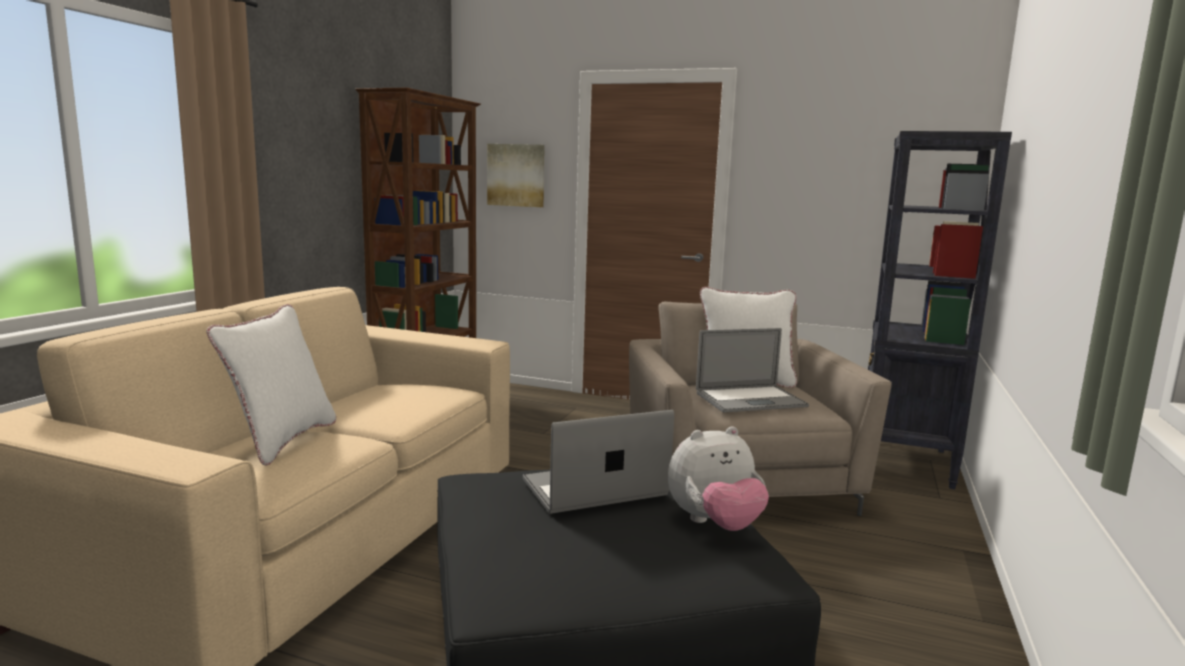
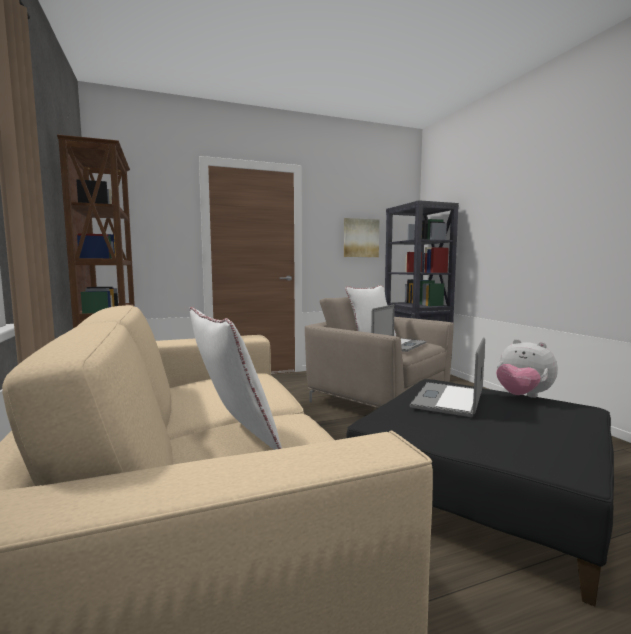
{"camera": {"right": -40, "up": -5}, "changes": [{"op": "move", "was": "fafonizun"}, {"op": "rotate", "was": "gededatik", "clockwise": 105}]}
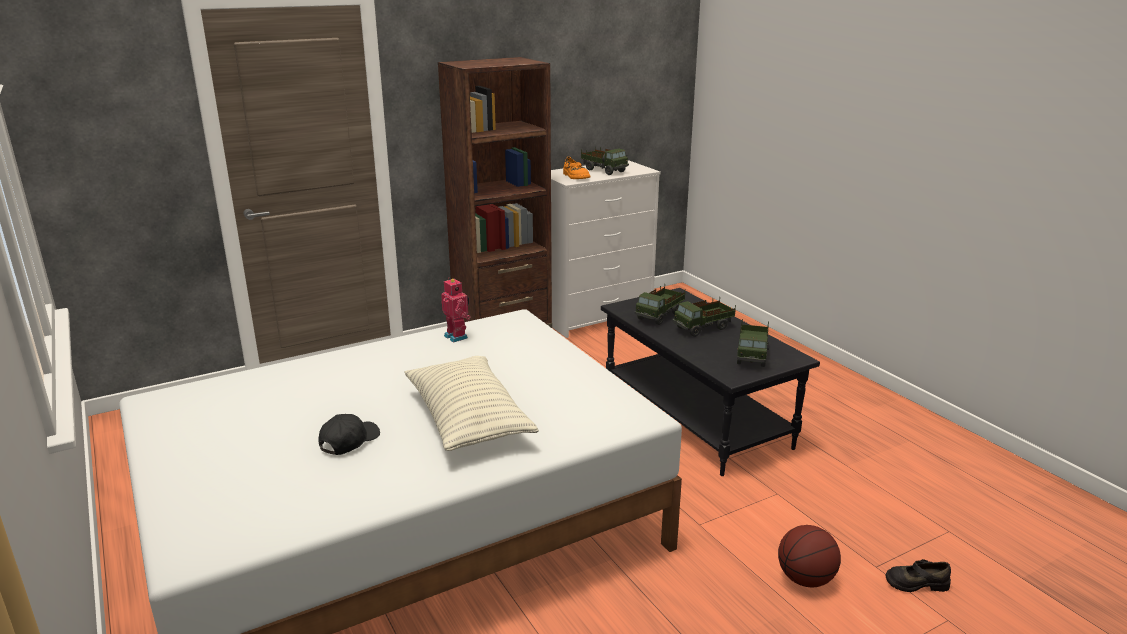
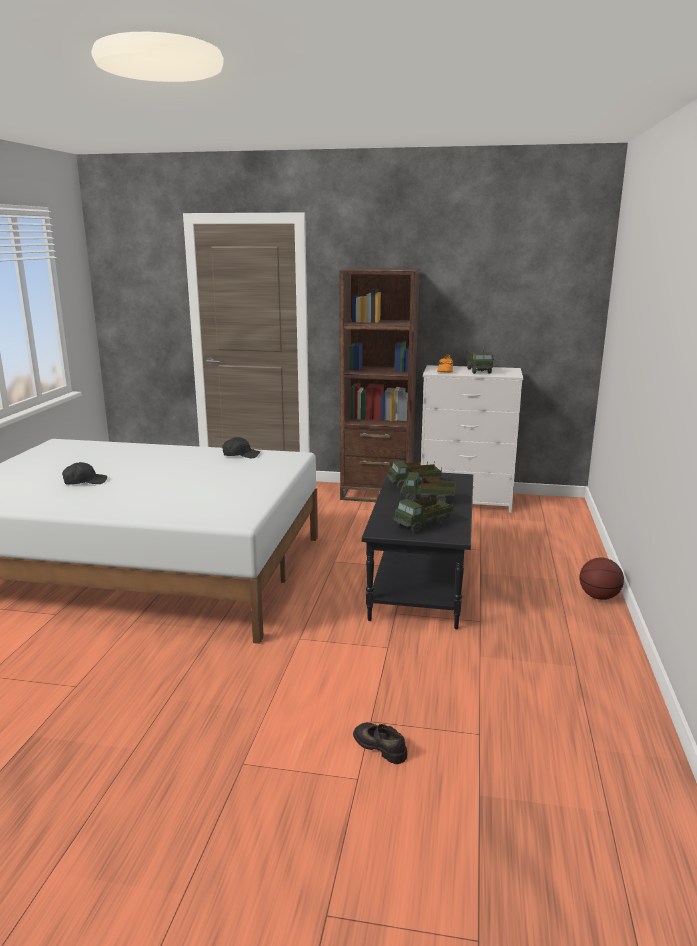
{"camera": {"right": 40, "up": -5}, "changes": [{"op": "delete", "was": "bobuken"}, {"op": "move", "was": "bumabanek"}, {"op": "replace", "was": "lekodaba", "now": "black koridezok (2nd from left)"}]}
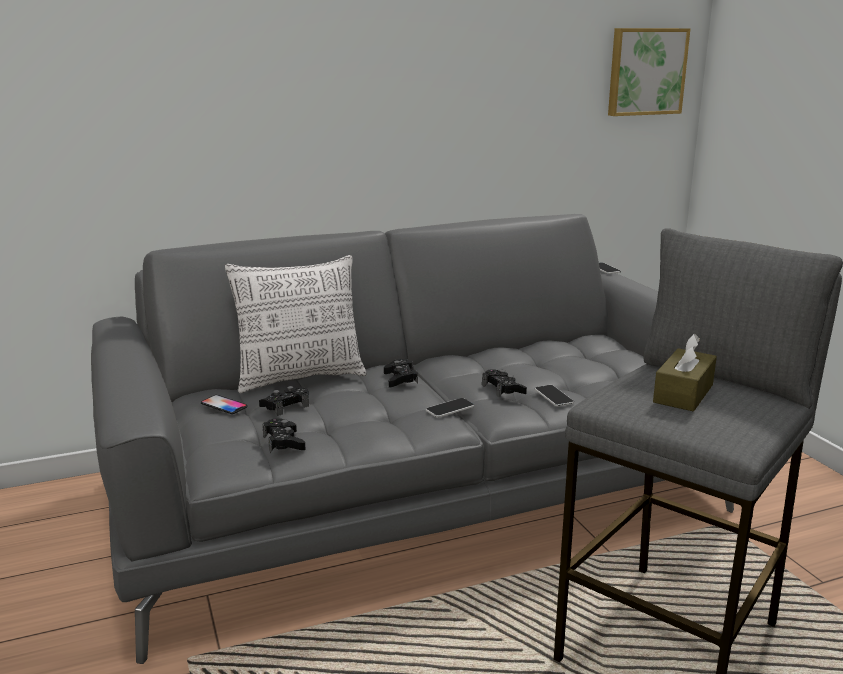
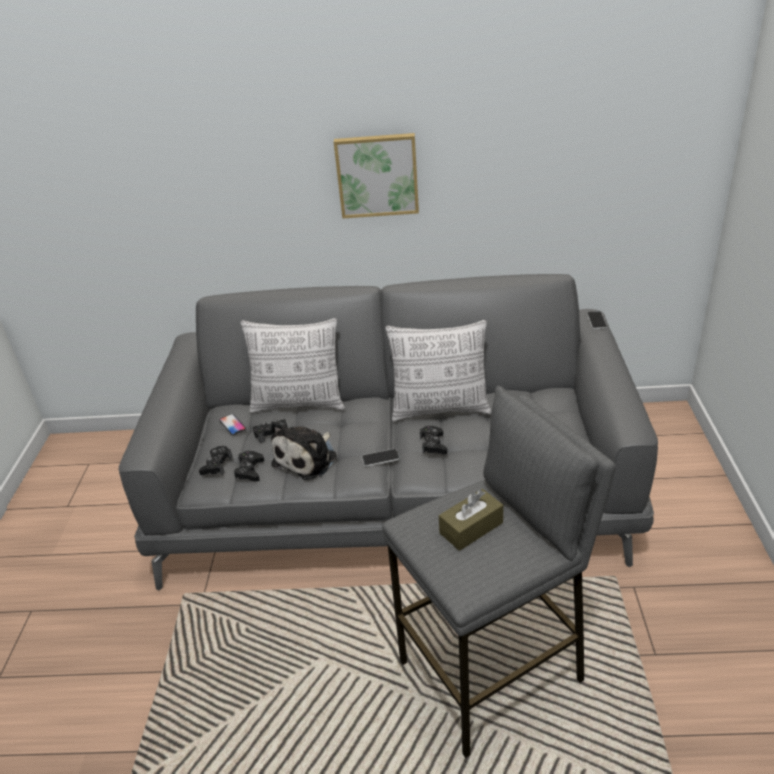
{"camera": {"right": 25, "up": 15}, "changes": [{"op": "delete", "was": "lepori (3rd from left)"}, {"op": "insert", "now": "gededatik"}, {"op": "insert", "now": "bobuken (2nd from left)"}, {"op": "move", "was": "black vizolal (3rd from left in the first image)", "now": "black vizolal (1st from left)"}, {"op": "move", "was": "fafonizun"}]}
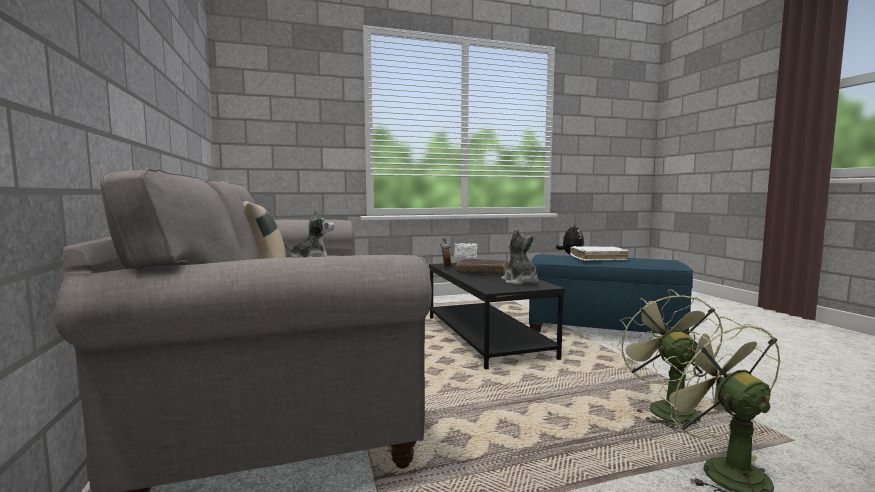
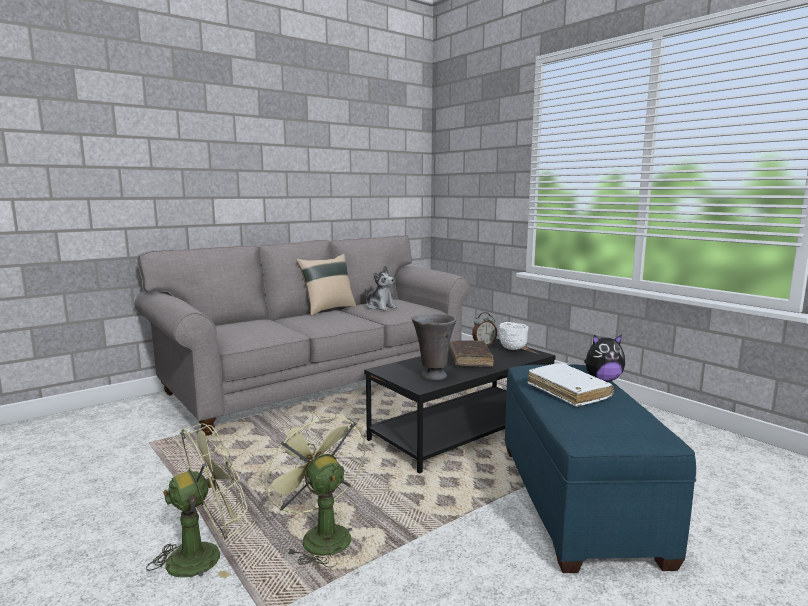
{"camera": {"right": 70, "up": 5}, "changes": [{"op": "replace", "was": "gededatik (2nd from left)", "now": "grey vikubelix"}, {"op": "rotate", "was": "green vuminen (1st from left in the first image)", "clockwise": -105}]}
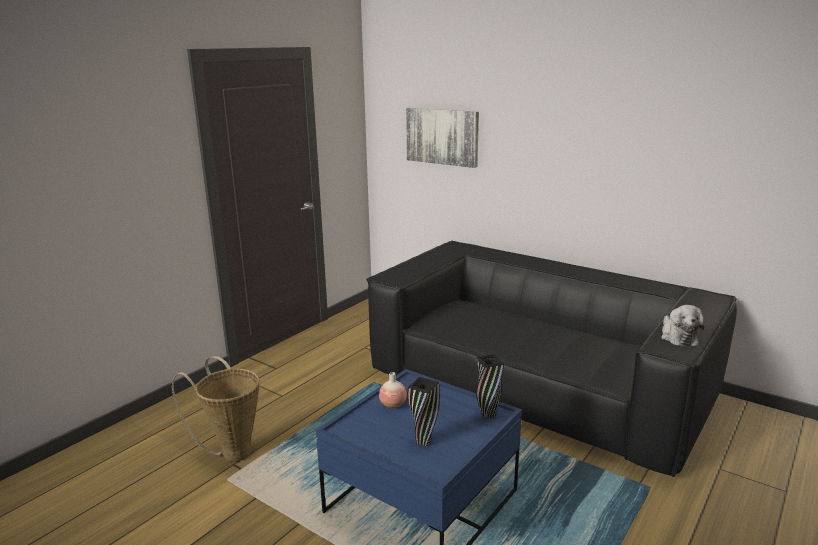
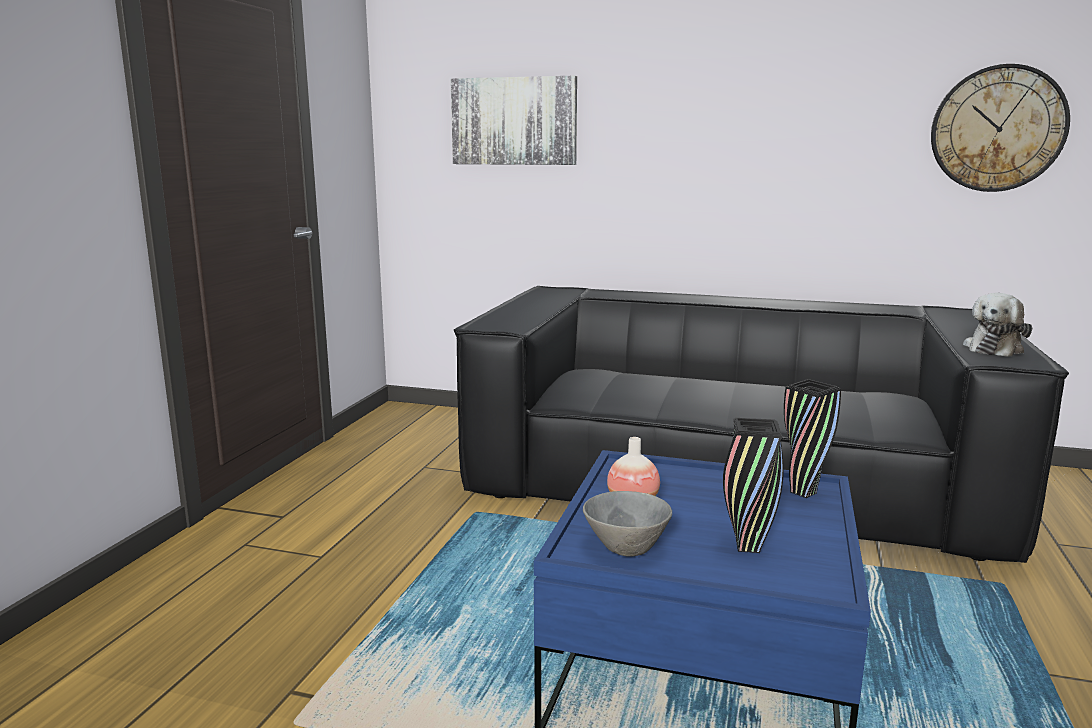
{"camera": {"right": -20, "up": -5}, "changes": [{"op": "delete", "was": "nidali"}, {"op": "insert", "now": "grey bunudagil"}, {"op": "insert", "now": "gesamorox"}, {"op": "rotate", "was": "gededatik", "clockwise": 60}]}
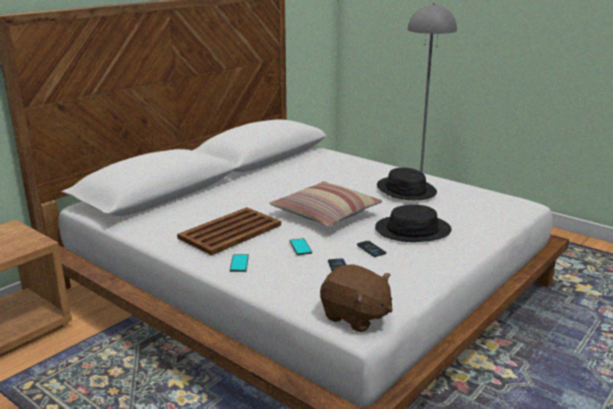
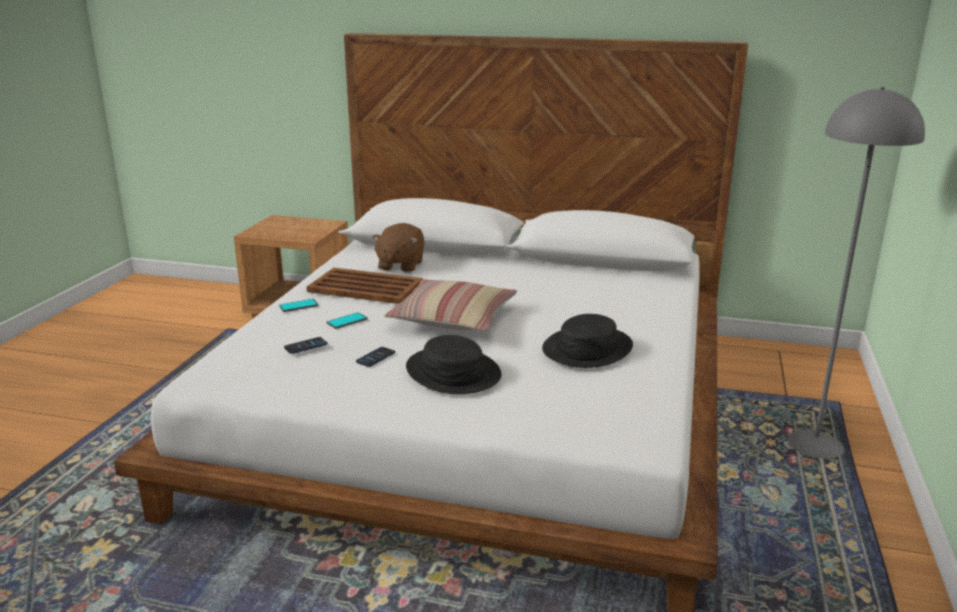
{"camera": {"right": 65, "up": 0}, "changes": [{"op": "move", "was": "brown gededatik"}]}
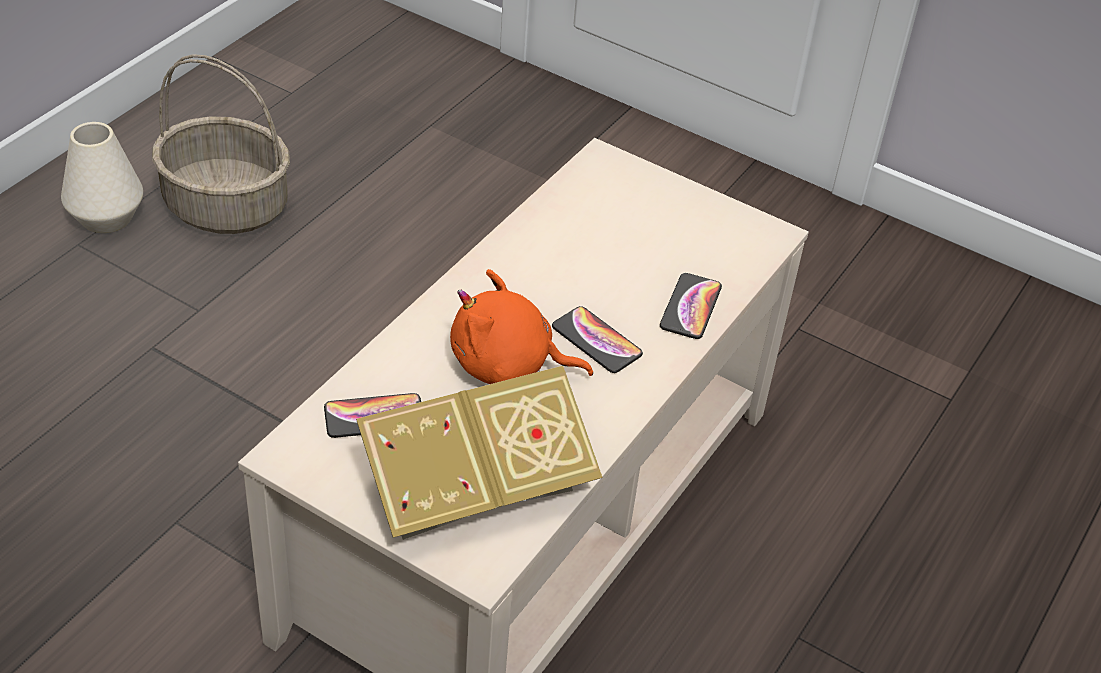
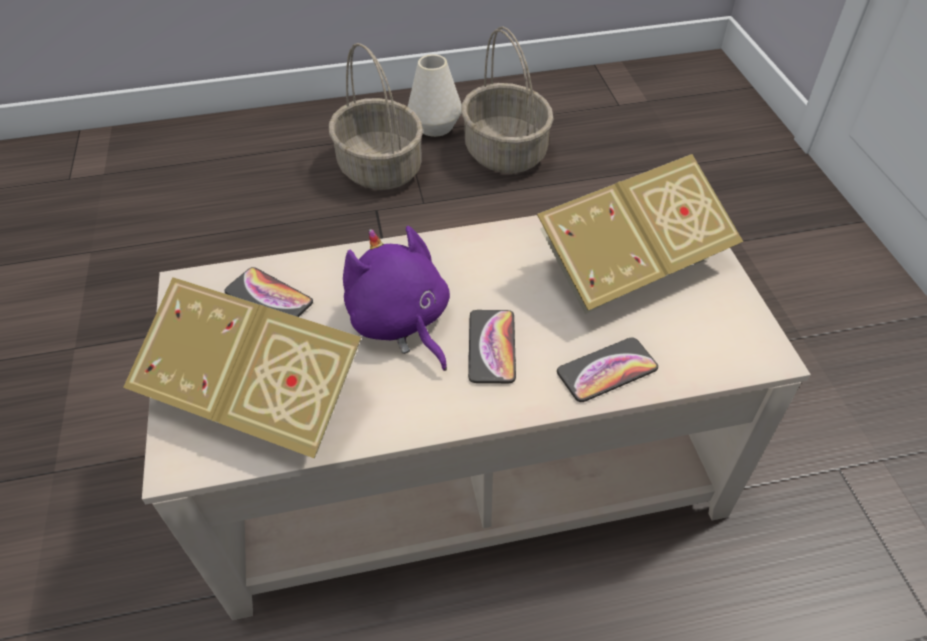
{"camera": {"right": 50, "up": 5}, "changes": [{"op": "insert", "now": "nidali (1st from left)"}, {"op": "insert", "now": "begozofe (2nd from left)"}, {"op": "recolor", "was": "orange gededatik", "now": "purple gededatik"}]}
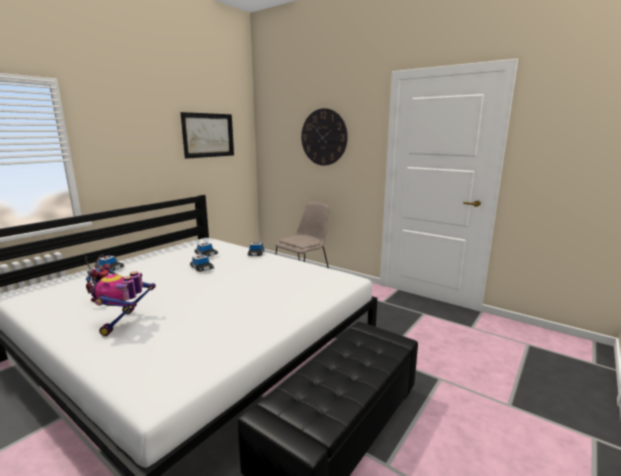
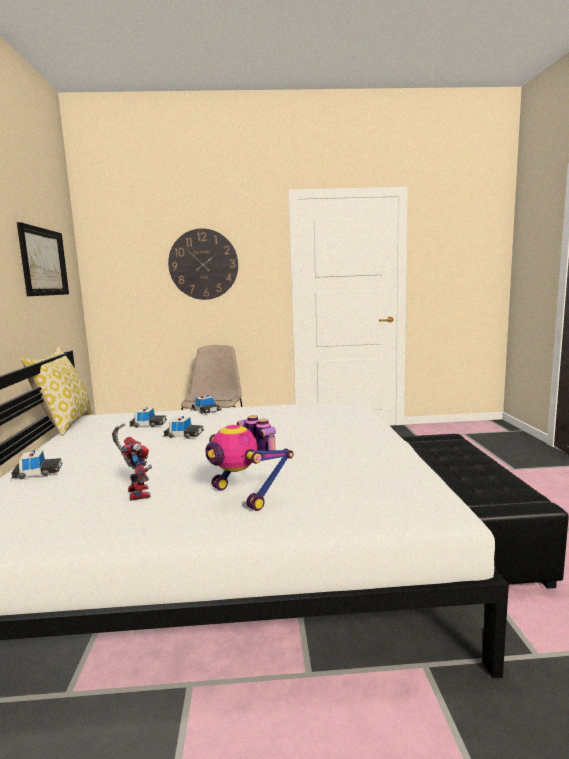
{"camera": {"right": -40, "up": -5}, "changes": [{"op": "insert", "now": "bobuken"}]}
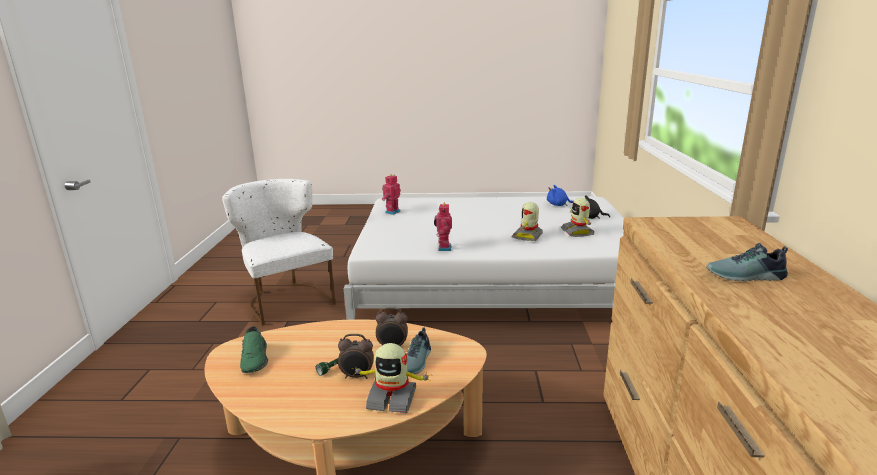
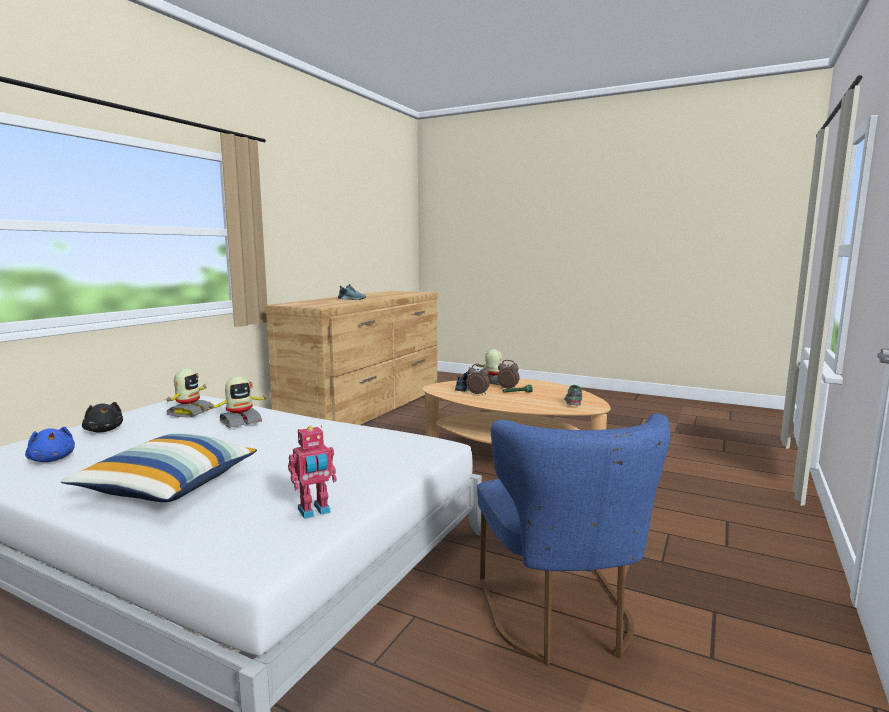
{"camera": {"right": -155, "up": -10}, "changes": [{"op": "delete", "was": "lekodaba (3rd from left)"}, {"op": "insert", "now": "bobuken"}, {"op": "recolor", "was": "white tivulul", "now": "blue tivulul"}]}
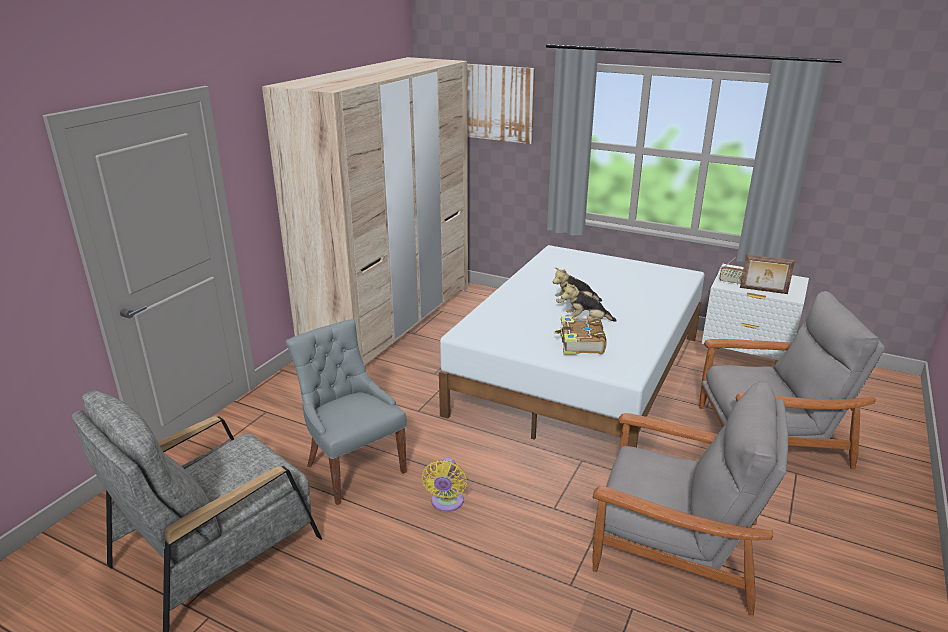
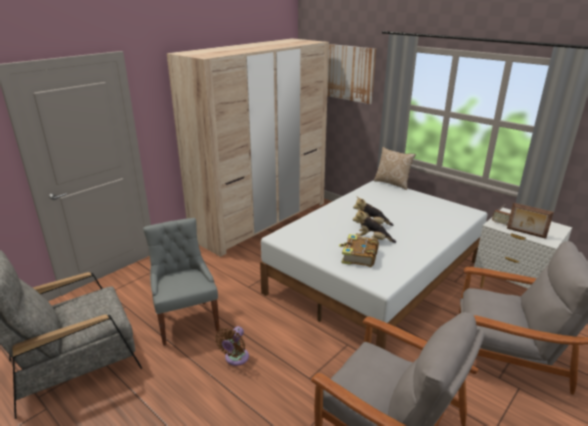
{"camera": {"right": 15, "up": 0}, "changes": [{"op": "insert", "now": "bobuken"}, {"op": "recolor", "was": "yellow vuminen", "now": "brown vuminen"}]}
